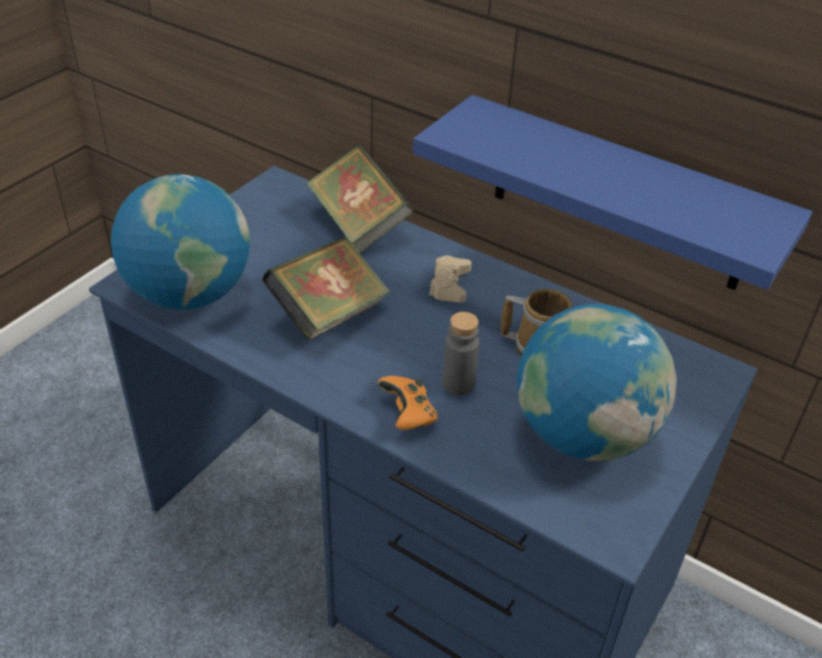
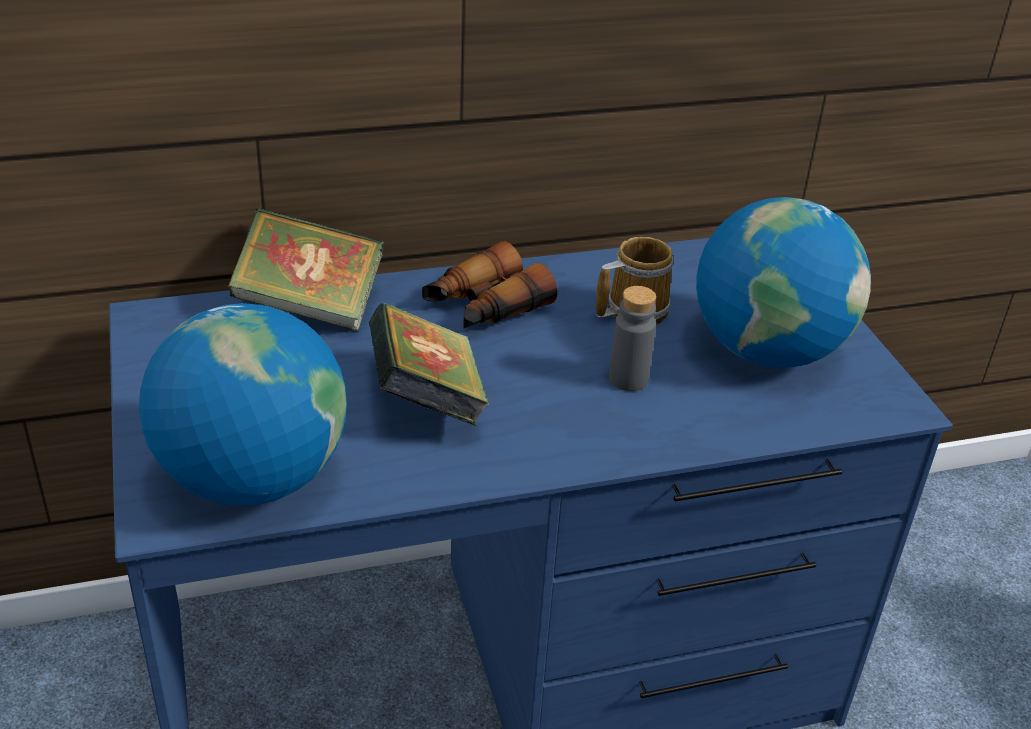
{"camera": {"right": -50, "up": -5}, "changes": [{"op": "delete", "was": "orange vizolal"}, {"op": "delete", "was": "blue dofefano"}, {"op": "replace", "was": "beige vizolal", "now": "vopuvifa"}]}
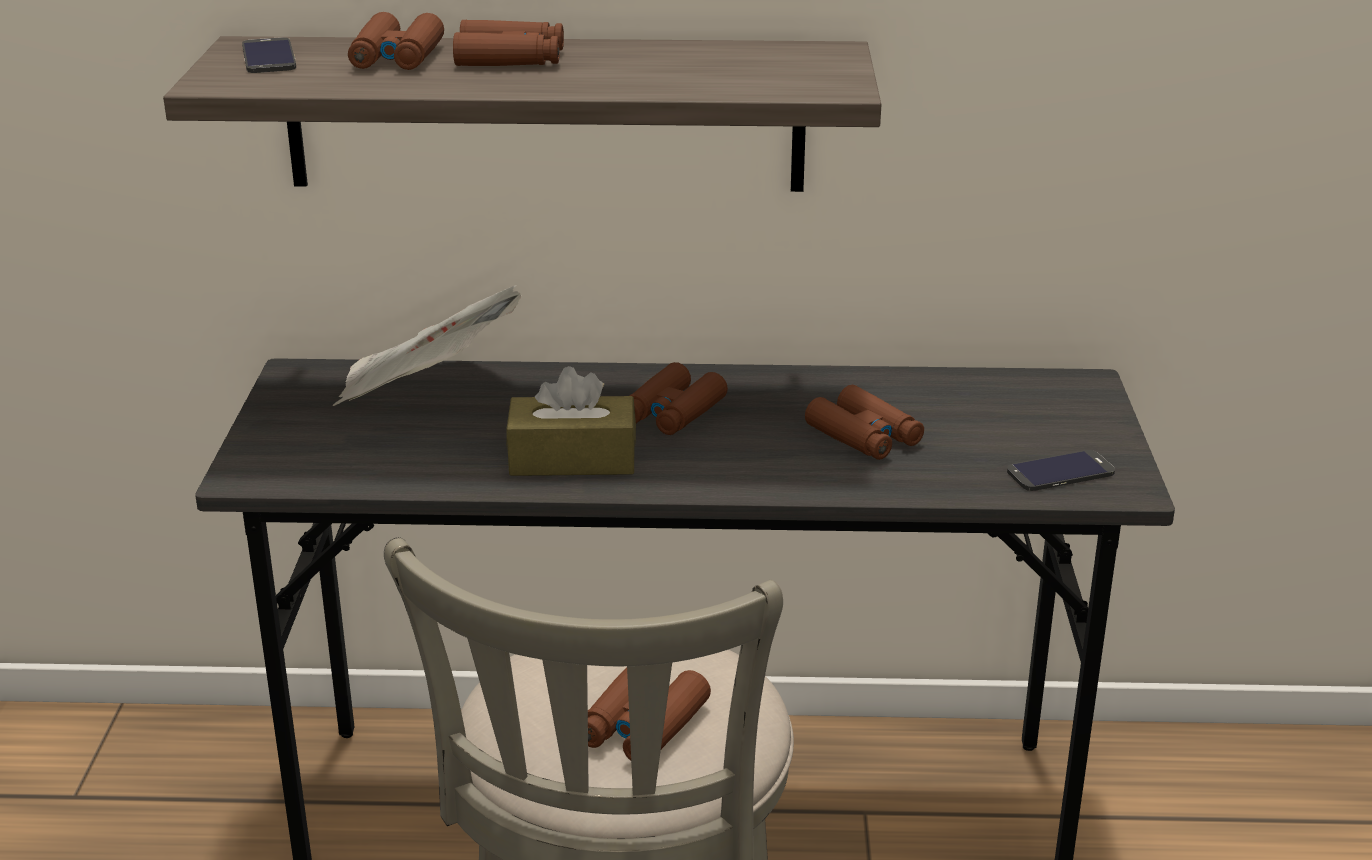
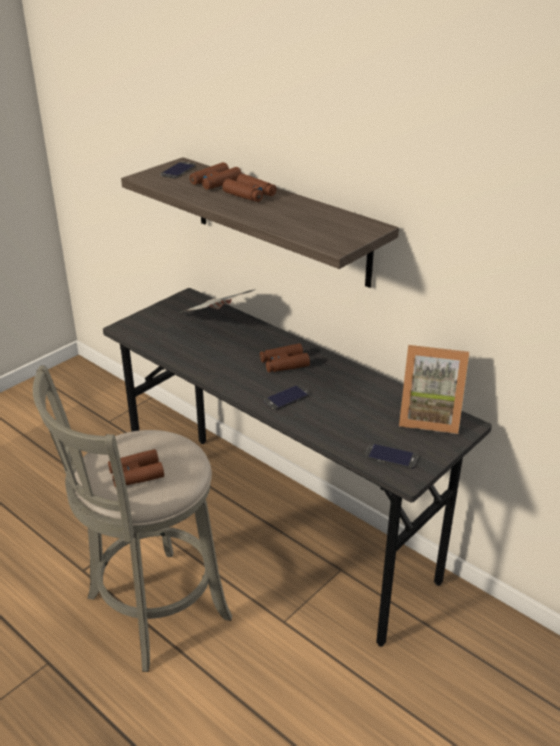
{"camera": {"right": 40, "up": 5}, "changes": [{"op": "delete", "was": "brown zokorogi"}, {"op": "delete", "was": "brown vopuvifa (5th from left)"}, {"op": "insert", "now": "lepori (2nd from left)"}, {"op": "insert", "now": "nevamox"}]}
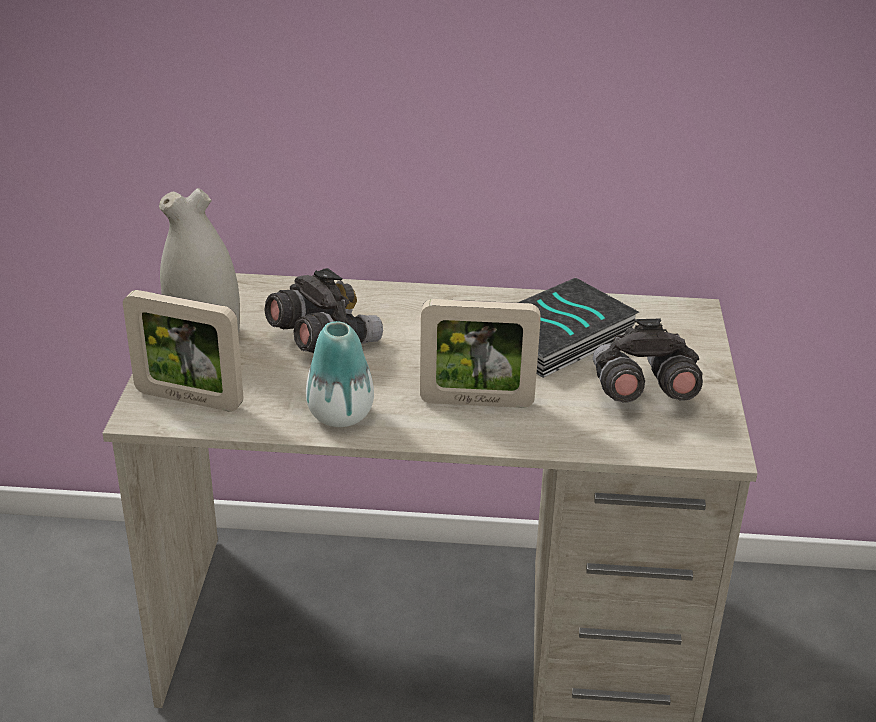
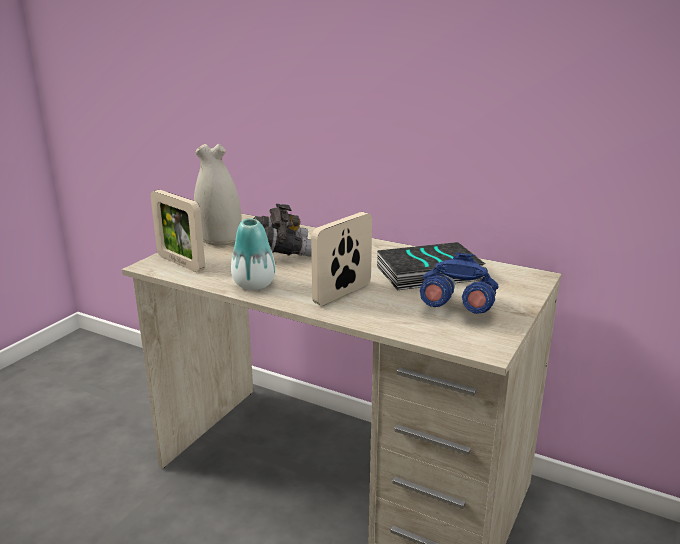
{"camera": {"right": 25, "up": -10}, "changes": [{"op": "recolor", "was": "grey vopuvifa (2nd from left)", "now": "blue vopuvifa"}, {"op": "rotate", "was": "nevamox (2nd from left)", "clockwise": 105}]}
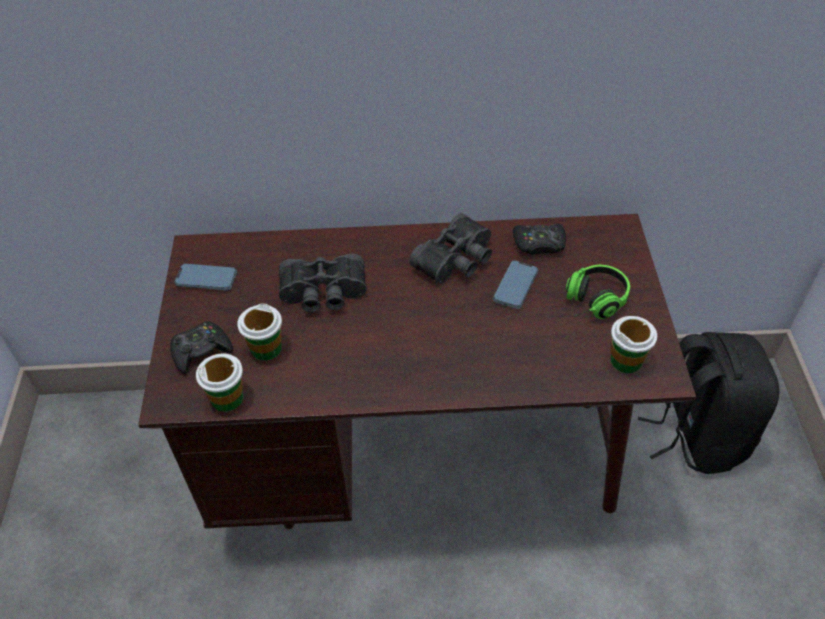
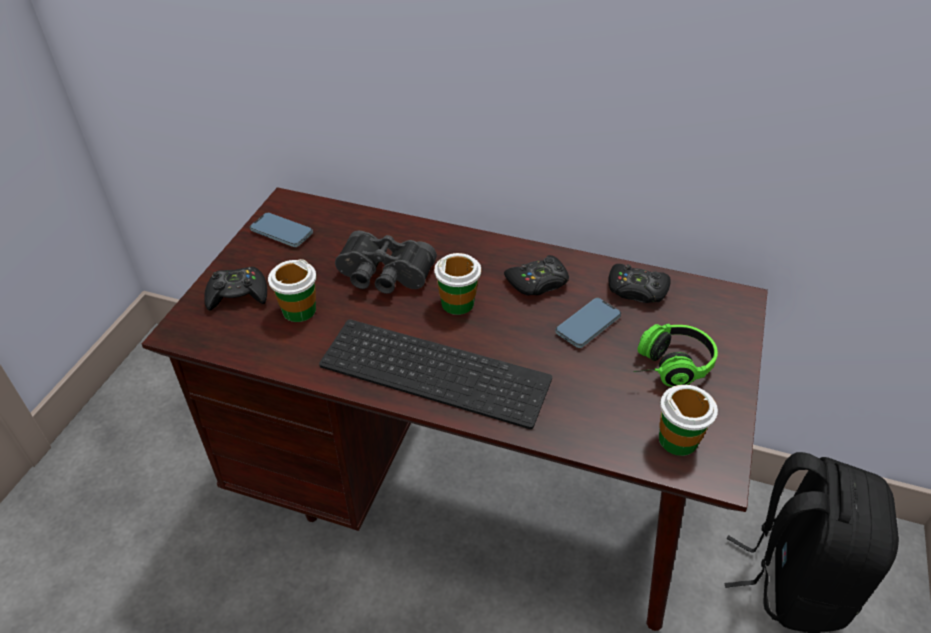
{"camera": {"right": 20, "up": -5}, "changes": [{"op": "insert", "now": "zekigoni"}, {"op": "move", "was": "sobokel (1st from left in the first image)", "now": "sobokel (2nd from left)"}, {"op": "replace", "was": "black vopuvifa (2nd from left)", "now": "black vizolal (2nd from left)"}]}
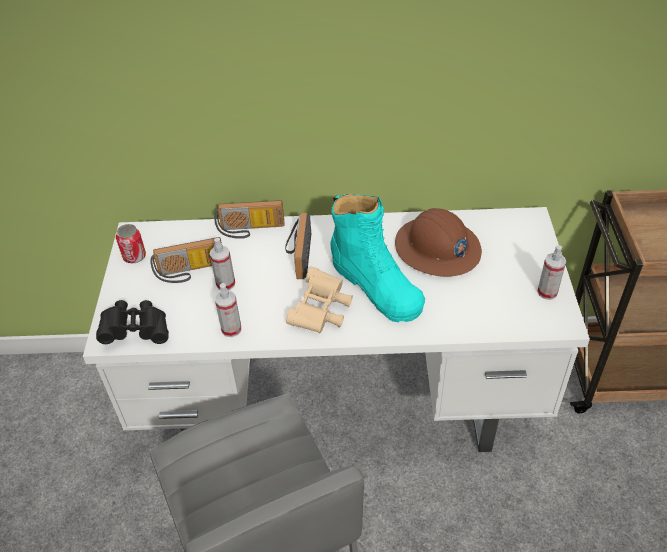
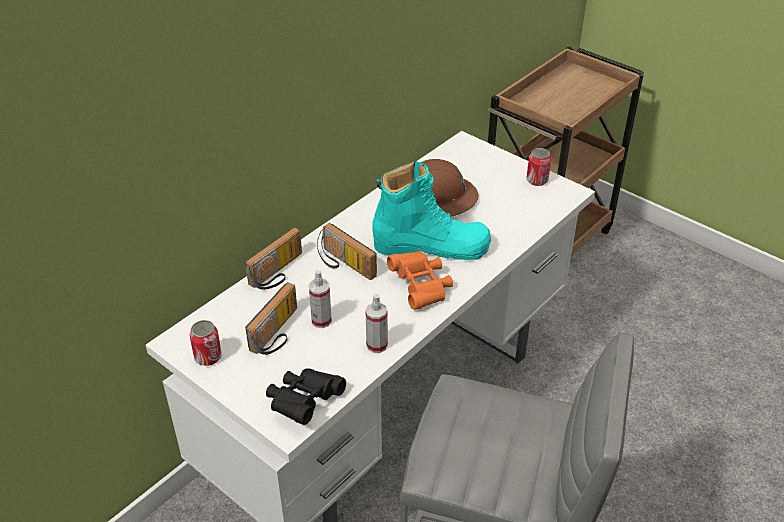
{"camera": {"right": -50, "up": -5}, "changes": [{"op": "replace", "was": "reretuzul (3rd from left)", "now": "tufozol (2nd from left)"}, {"op": "recolor", "was": "beige vopuvifa", "now": "orange vopuvifa"}]}
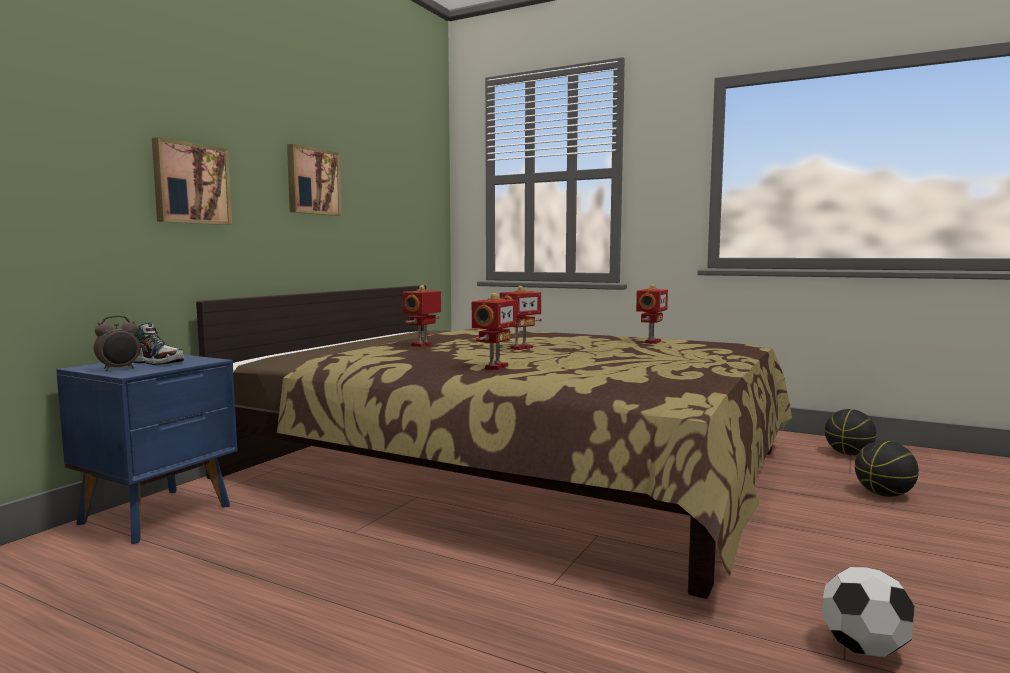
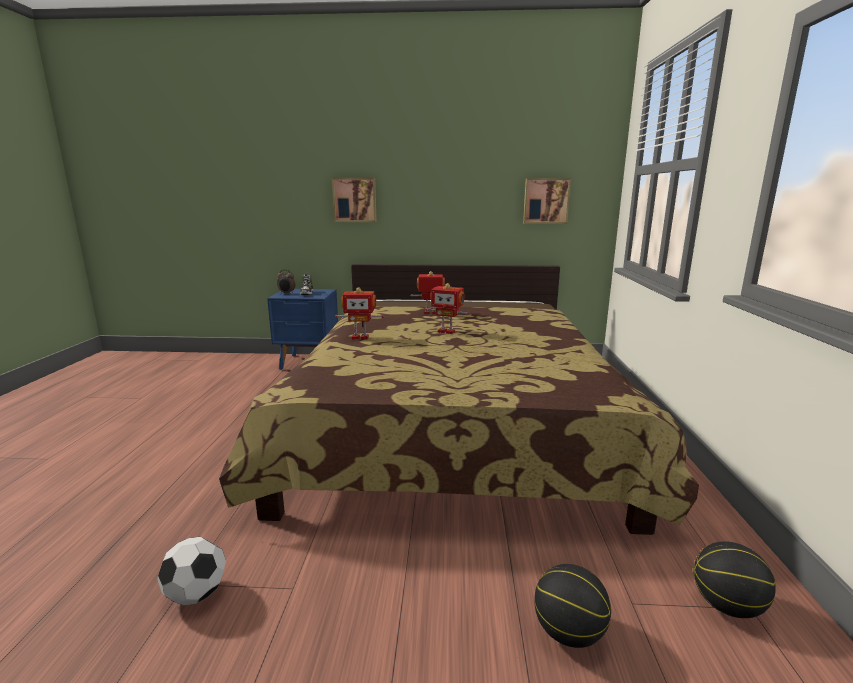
{"camera": {"right": 65, "up": 10}, "changes": [{"op": "delete", "was": "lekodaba (4th from left)"}, {"op": "move", "was": "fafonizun (2nd from left)"}]}
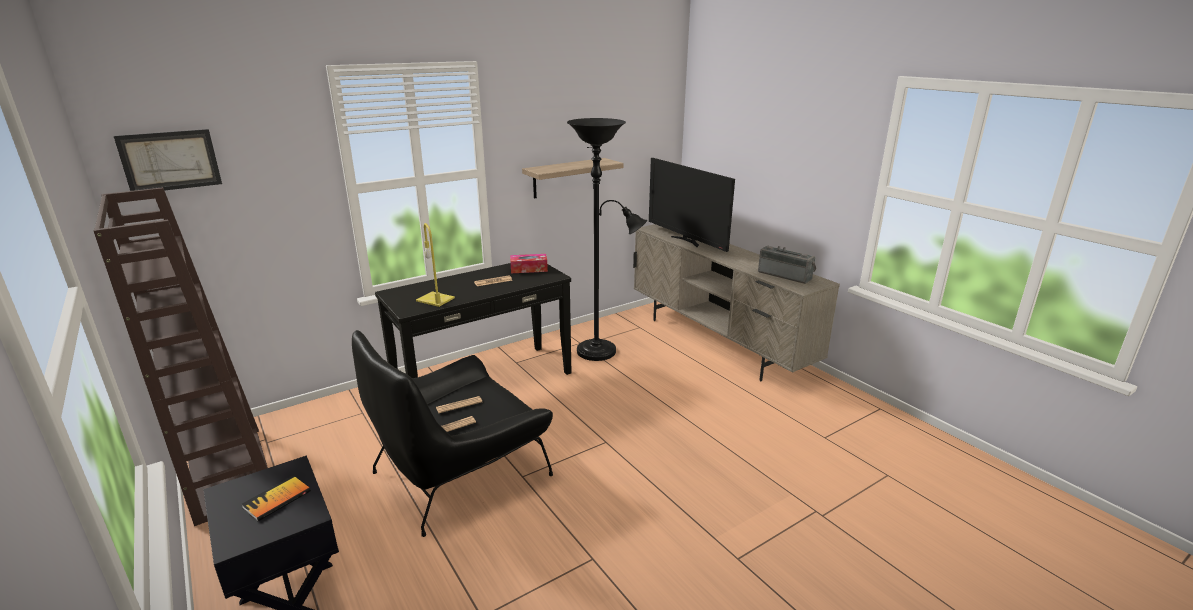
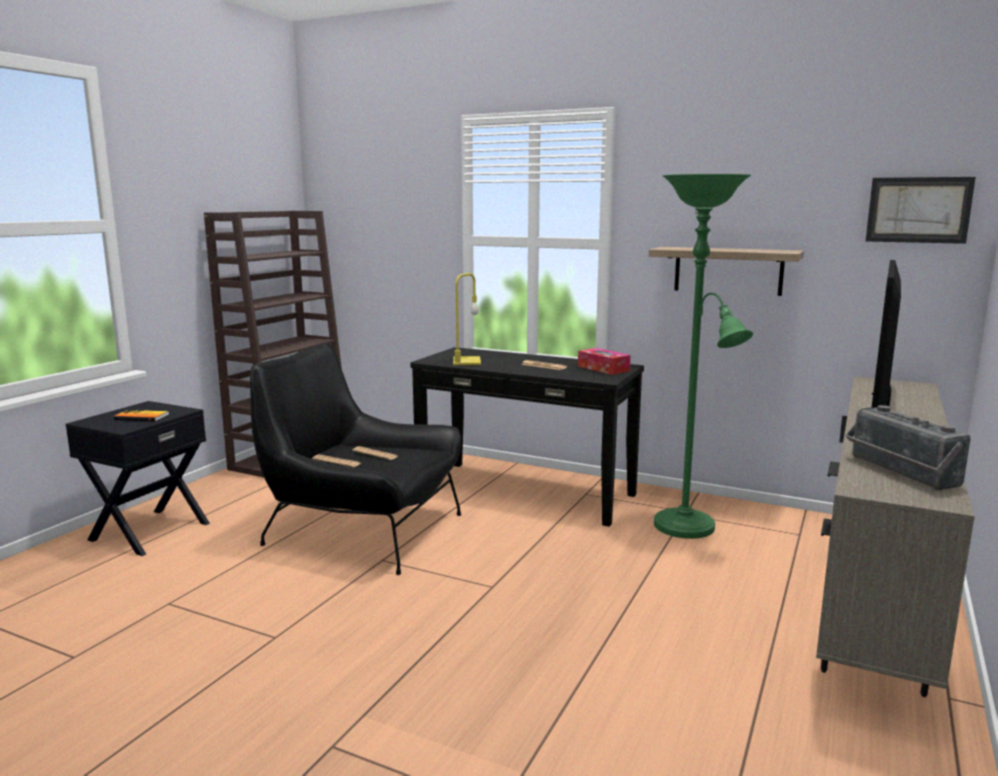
{"camera": {"right": 60, "up": -10}, "changes": [{"op": "move", "was": "fafonizun"}, {"op": "recolor", "was": "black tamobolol", "now": "green tamobolol"}, {"op": "rotate", "was": "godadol", "clockwise": 150}]}
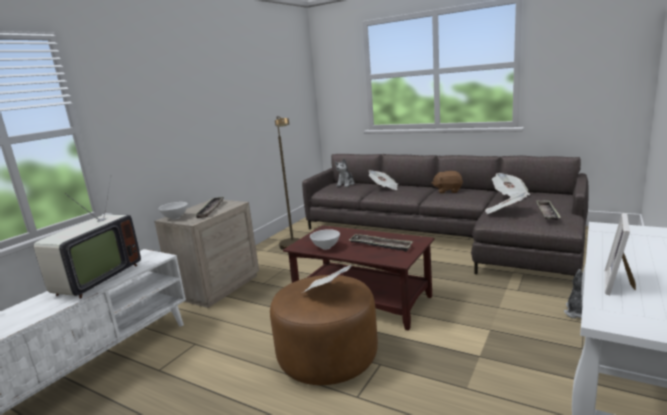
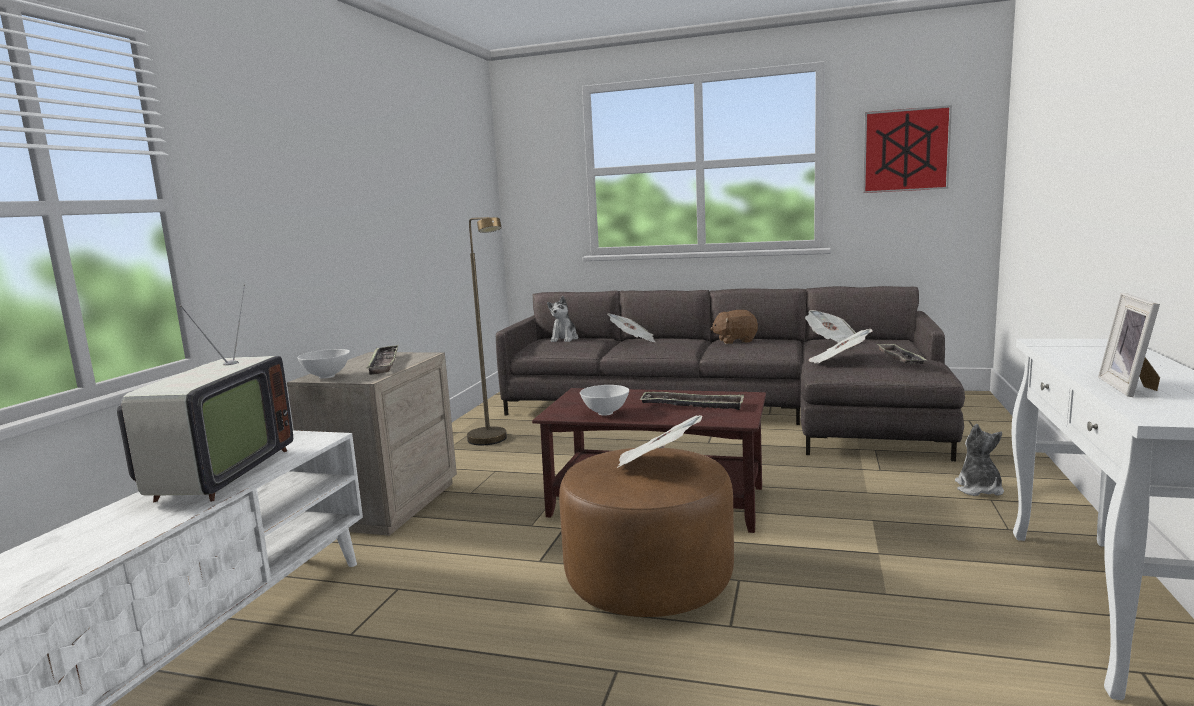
{"camera": {"right": -15, "up": -5}, "changes": [{"op": "insert", "now": "fafonizun"}]}
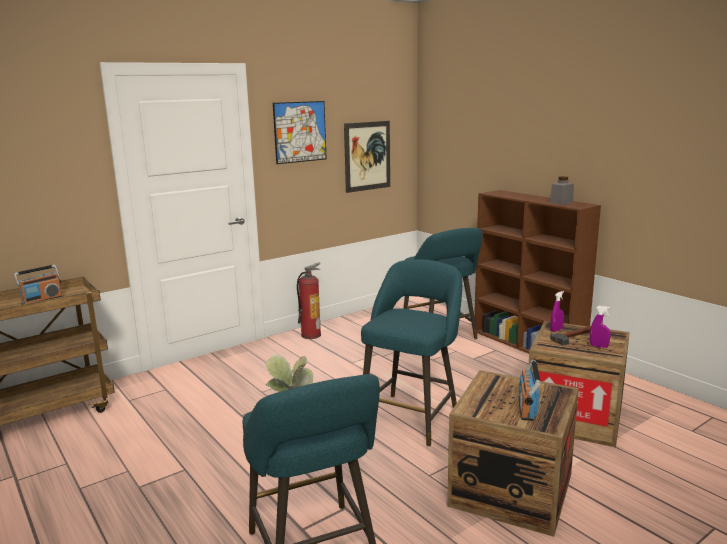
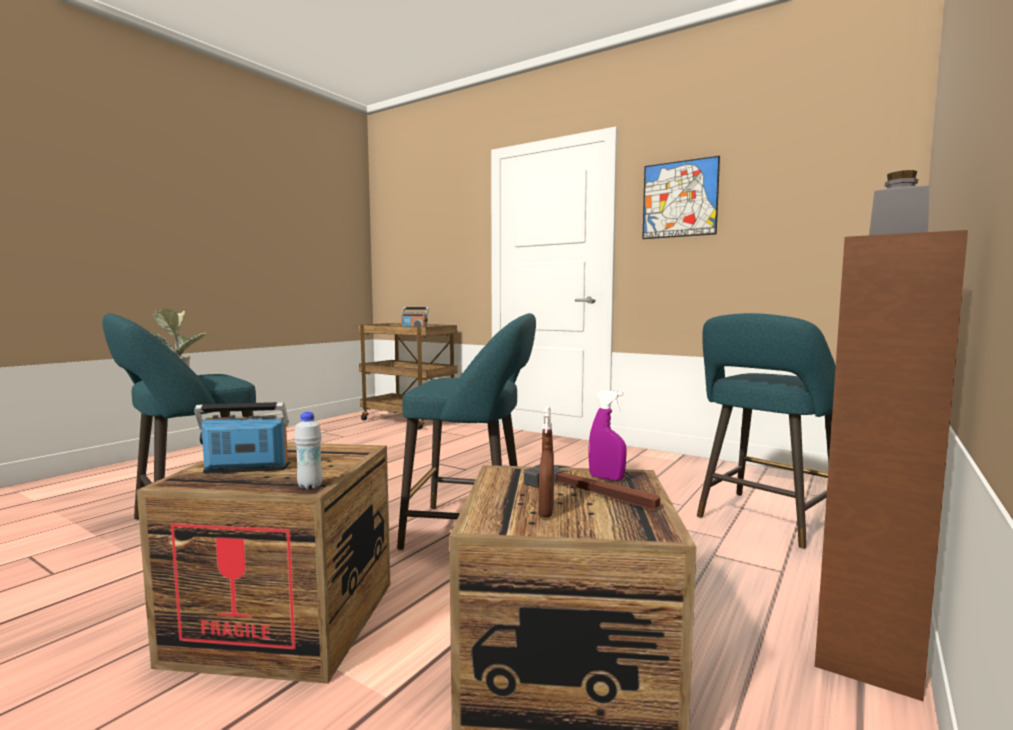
{"camera": {"right": 70, "up": -10}, "changes": [{"op": "delete", "was": "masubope"}, {"op": "delete", "was": "fafonizun (2nd from left)"}, {"op": "insert", "now": "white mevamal"}, {"op": "recolor", "was": "purple reretuzul (2nd from left)", "now": "brown reretuzul"}]}
